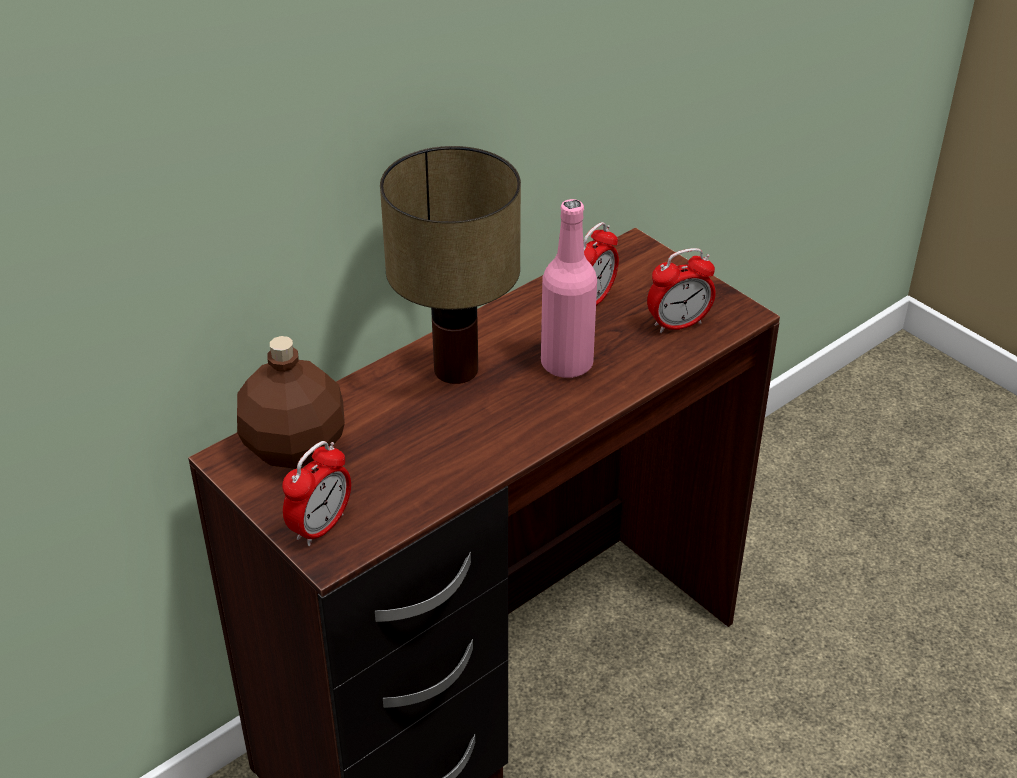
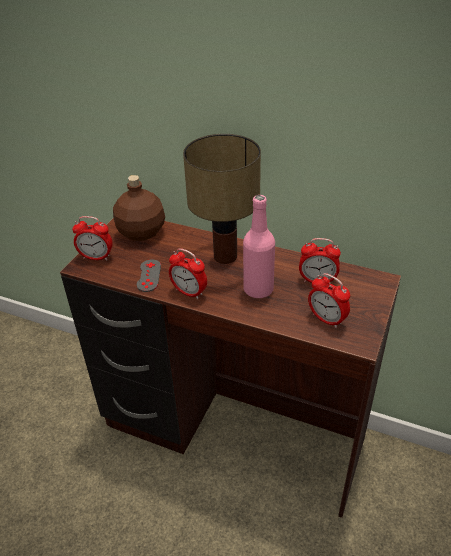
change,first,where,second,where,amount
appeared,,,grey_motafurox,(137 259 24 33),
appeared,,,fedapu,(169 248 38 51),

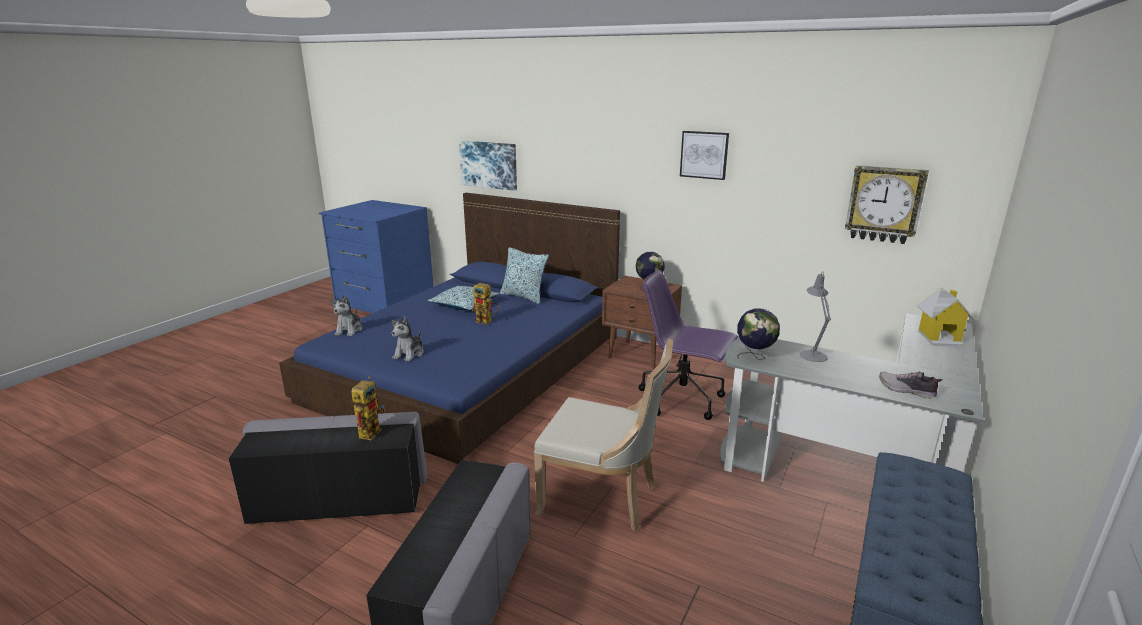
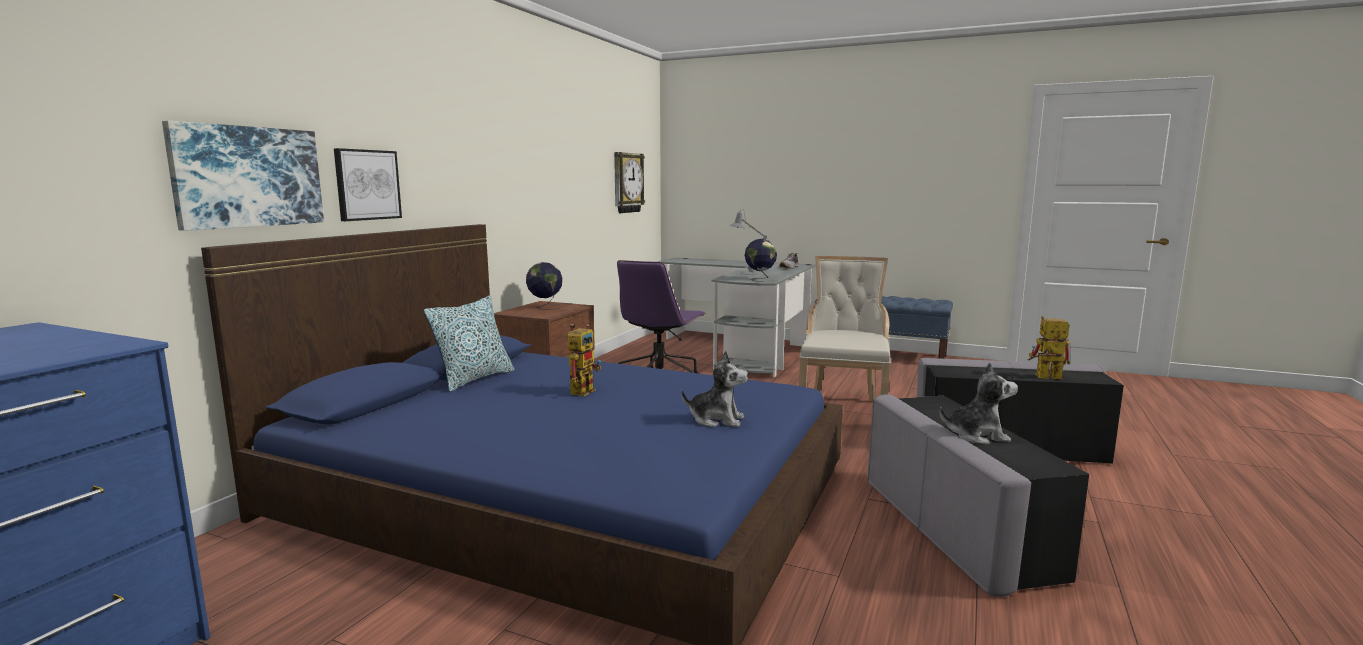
change,first,where,second,where,amount
missing,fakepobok,(427 286 73 24),,,
missing,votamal,(917 287 58 60),,,
relocated,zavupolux,(330 295 33 41),,(940 362 78 83),
relocated,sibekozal,(351 377 34 63),,(1028 316 42 64),
relocated,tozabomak,(680 131 49 49),,(334 148 68 73),

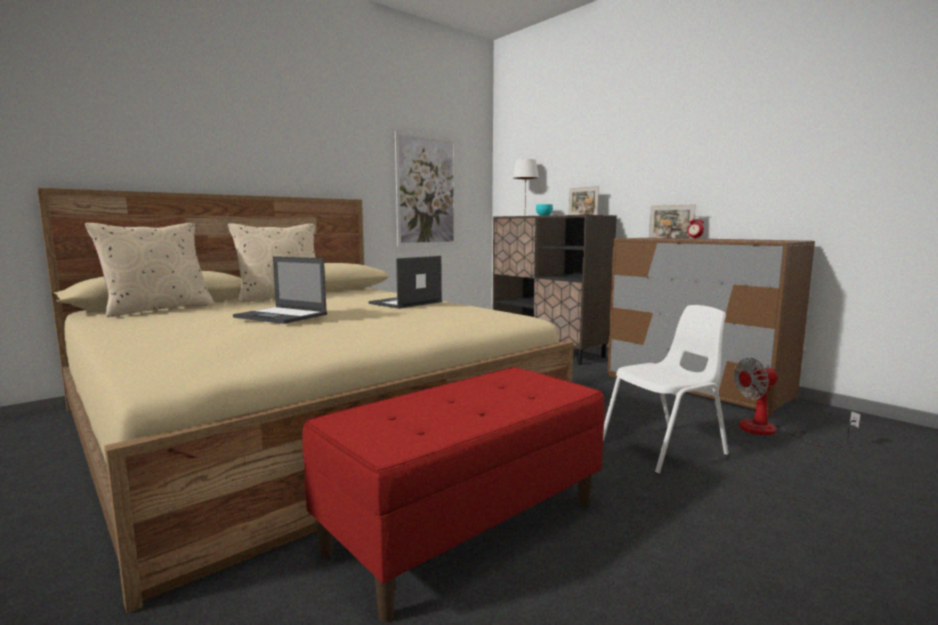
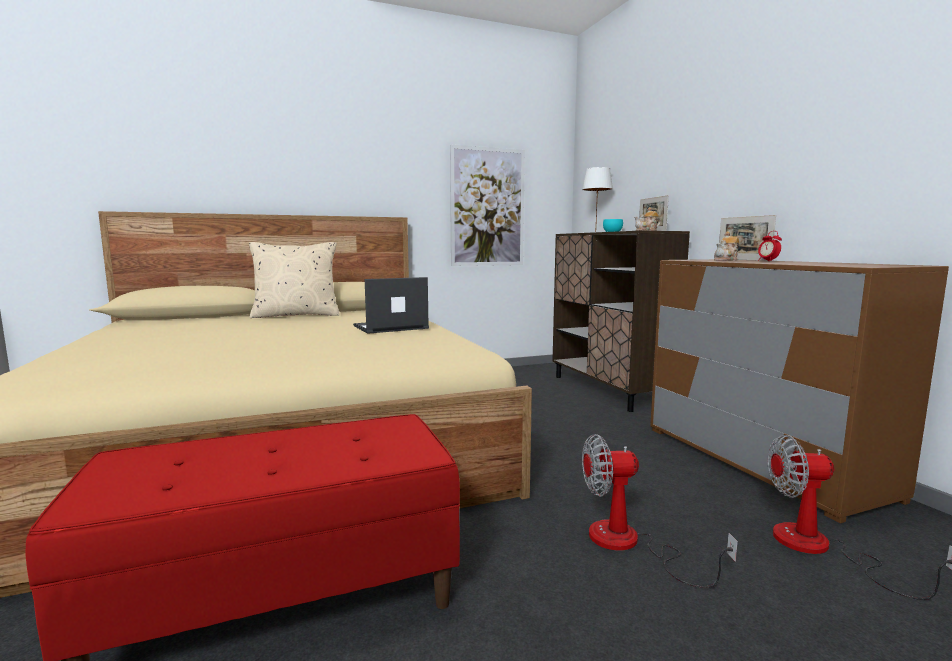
change,first,where,second,where,amount
missing,beige_fakepobok,(85 223 130 94),,,
missing,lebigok,(233 256 94 68),,,
exchanged,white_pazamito,(603 305 126 169),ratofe,(582 434 156 154),

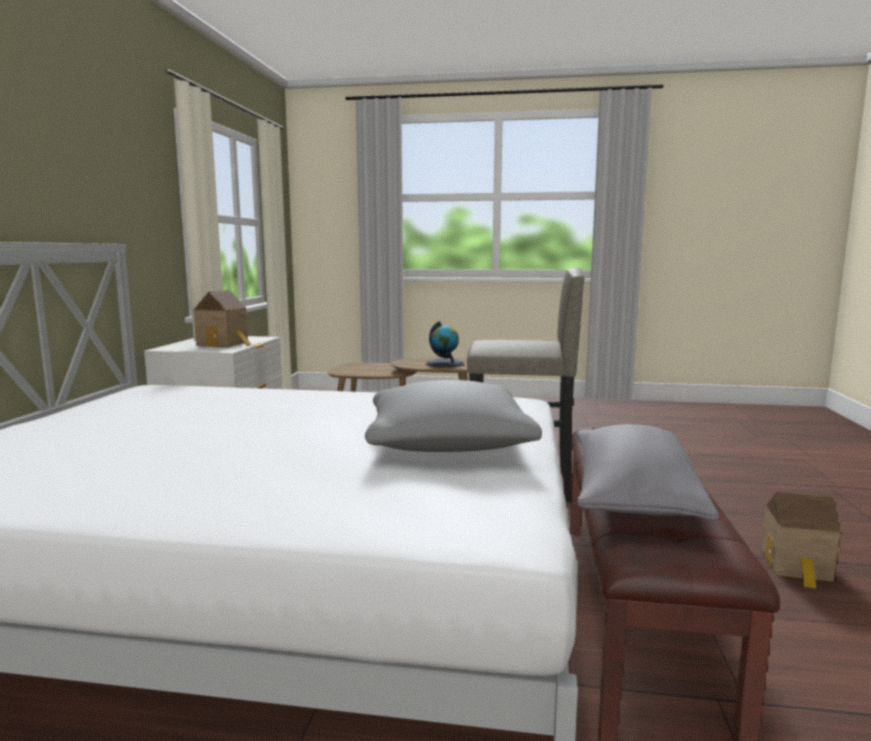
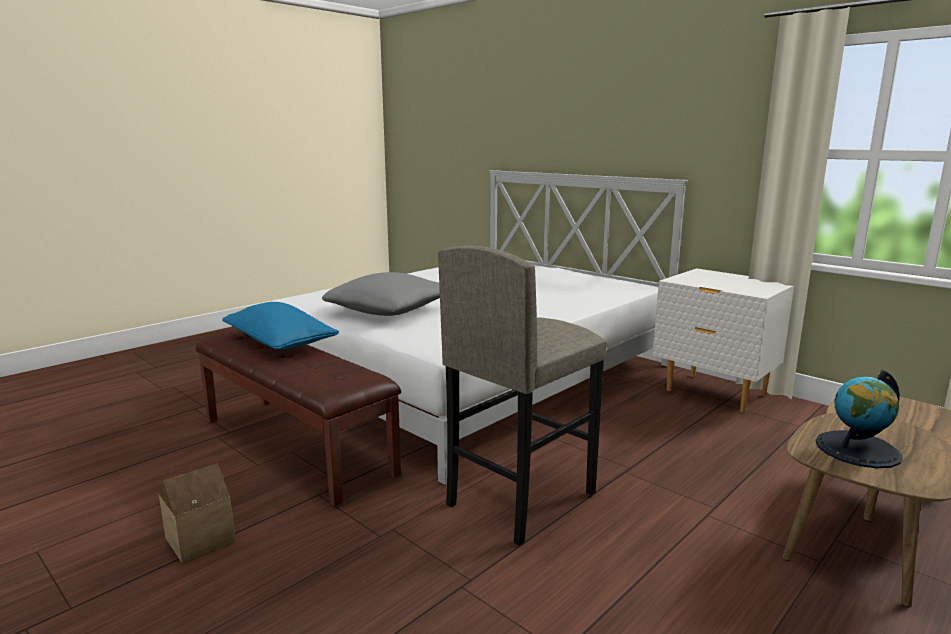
change,first,where,second,where,amount
missing,votamal,(194 290 57 57),,,
colour,grey_fakepobok,(577 424 142 97),blue_fakepobok,(222 302 117 48),

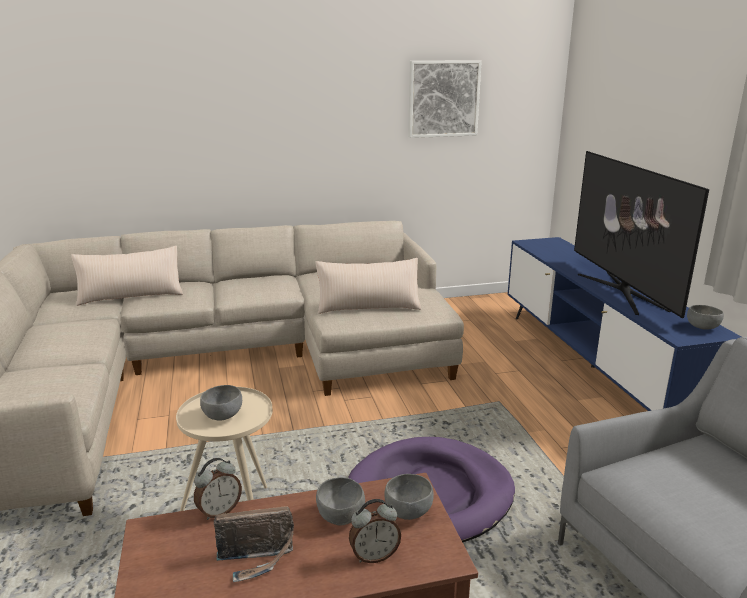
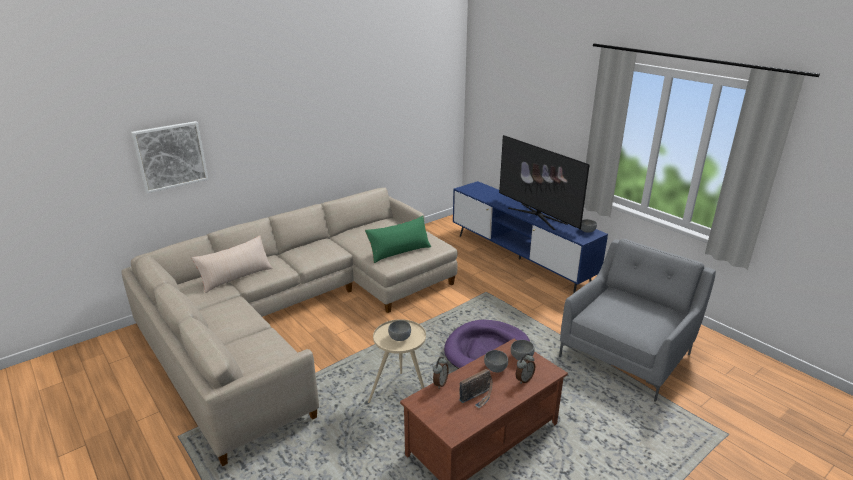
change,first,where,second,where,amount
relocated,tozabomak,(408 60 74 78),,(131 121 77 72),
colour,beige_fakepobok,(315 258 106 56),green_fakepobok,(365 216 66 47),

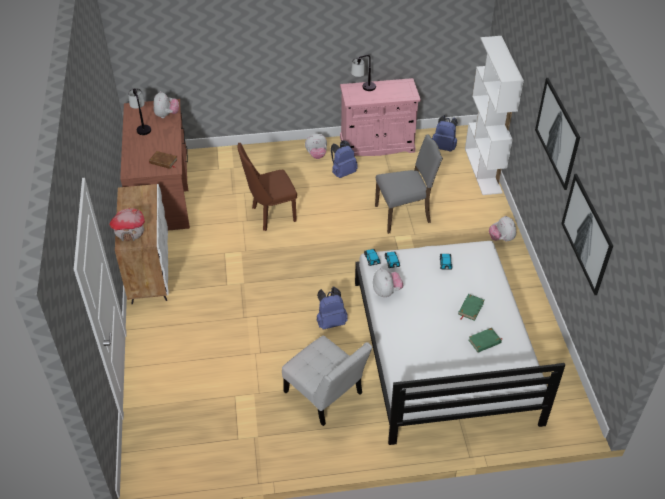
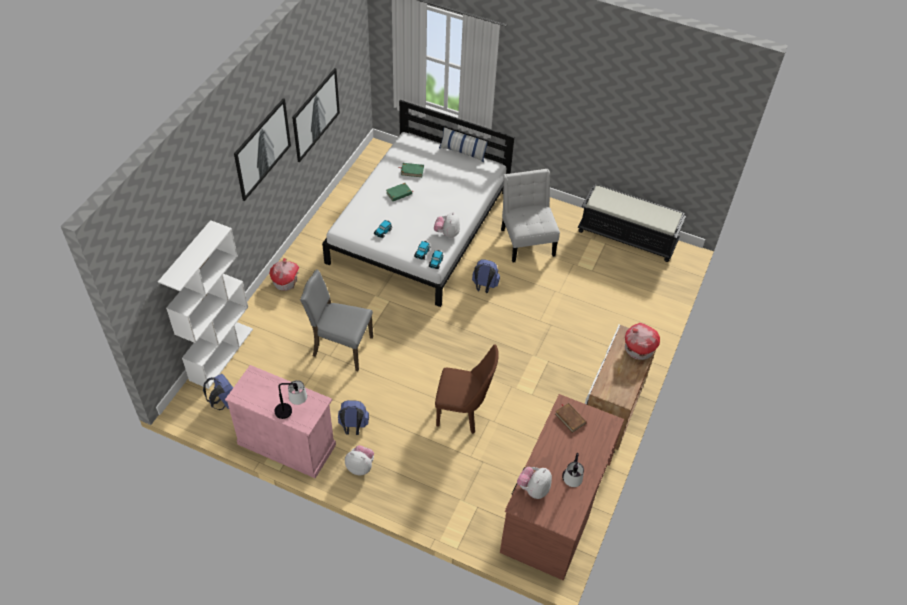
change,first,where,second,where,amount
appeared,,,fakepobok,(439 127 50 35),
appeared,,,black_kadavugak,(578 184 108 78),
exchanged,zavupolux,(489 216 27 26),votamal,(269 258 30 33),

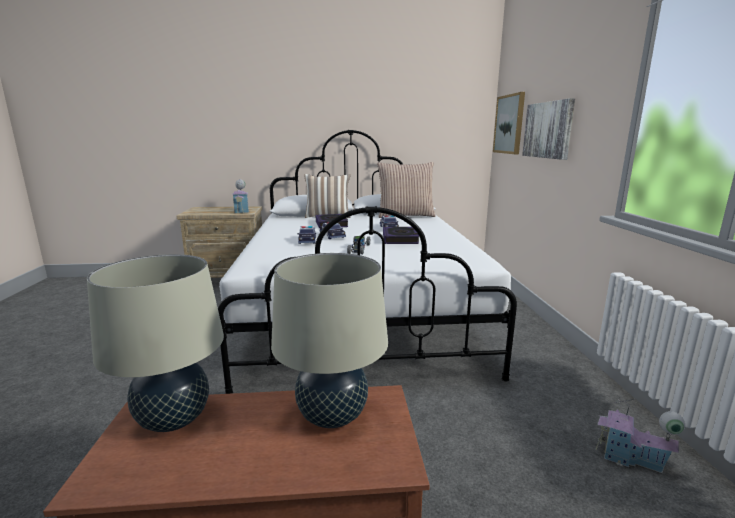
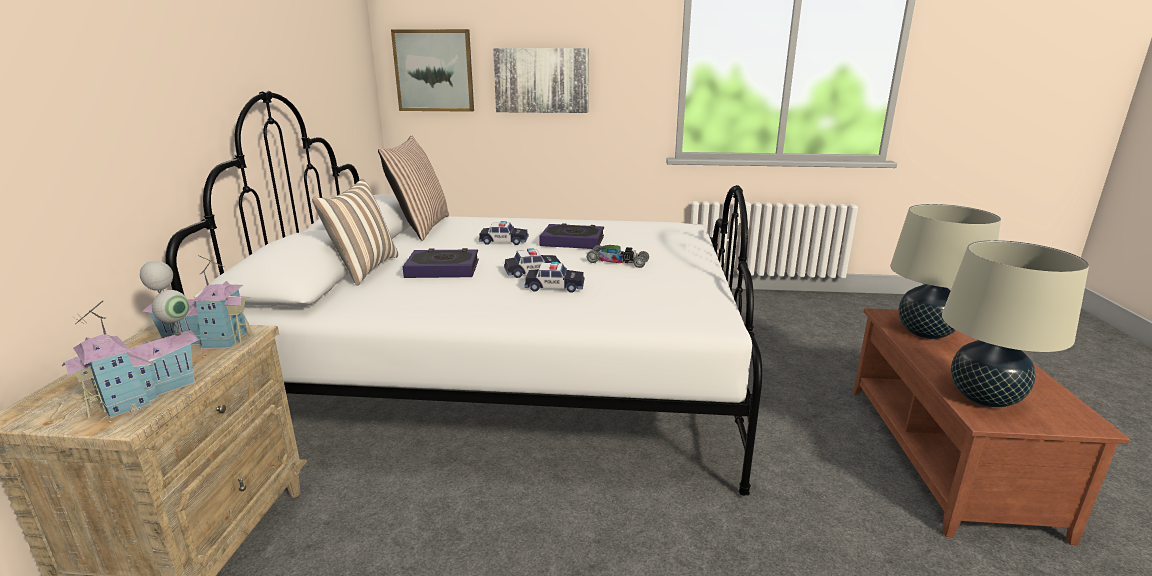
change,first,where,second,where,amount
relocated,votamal,(595 398 90 75),,(61 290 138 129),

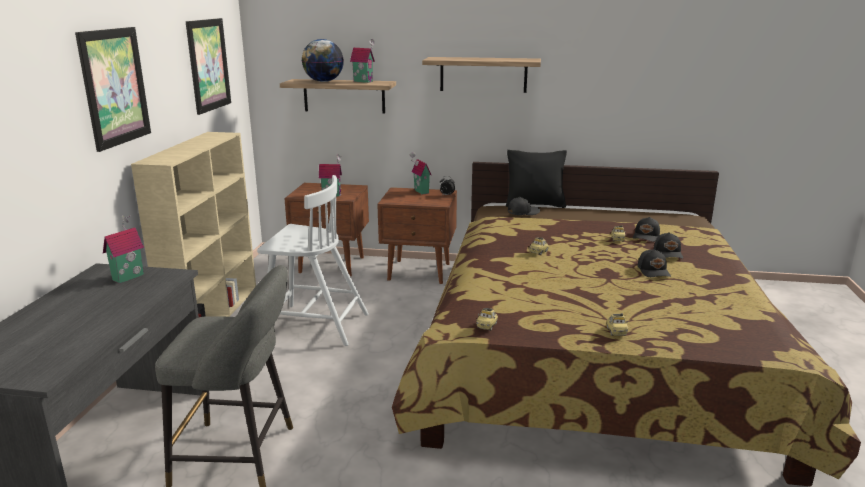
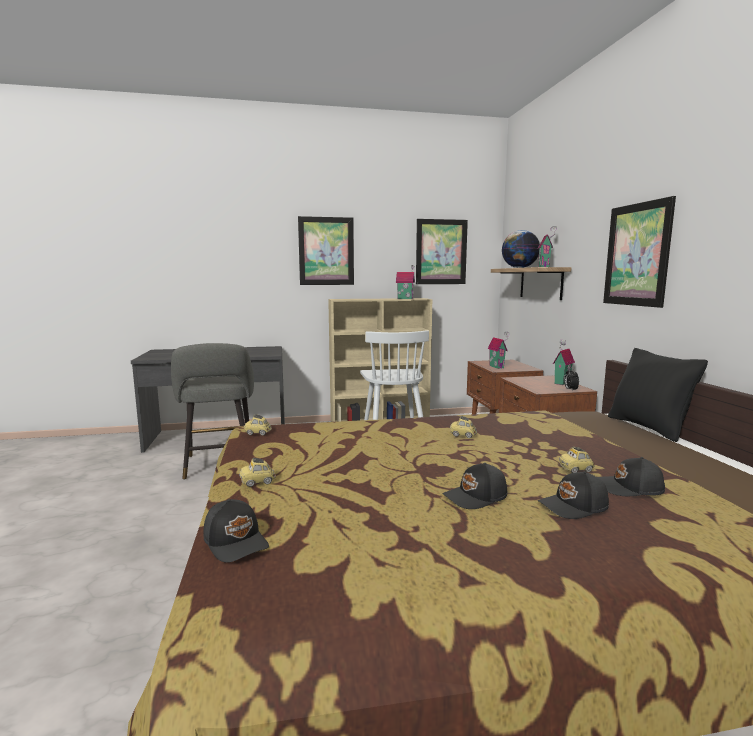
change,first,where,second,where,amount
relocated,votamal,(103 215 41 68),,(396 265 19 34),
relocated,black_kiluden,(508 197 32 18),,(203 499 66 64),
exchanged,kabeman,(422 57 119 36),tozabomak,(603 196 73 112),

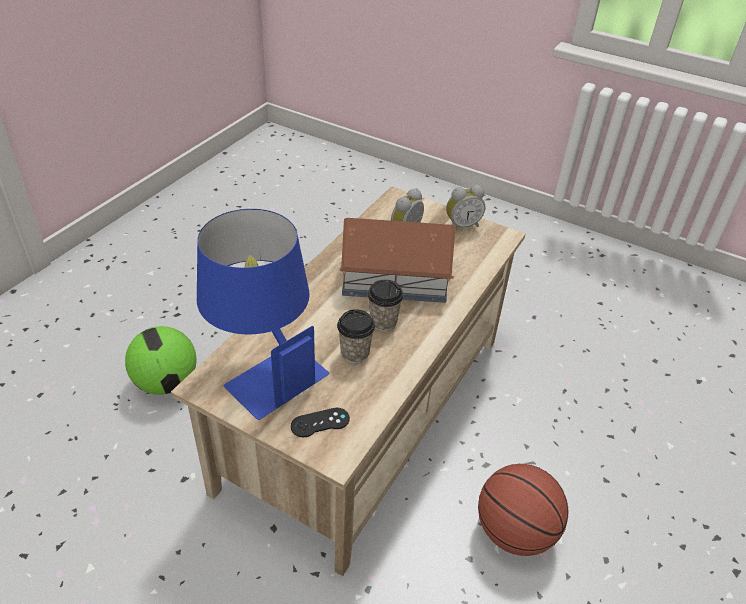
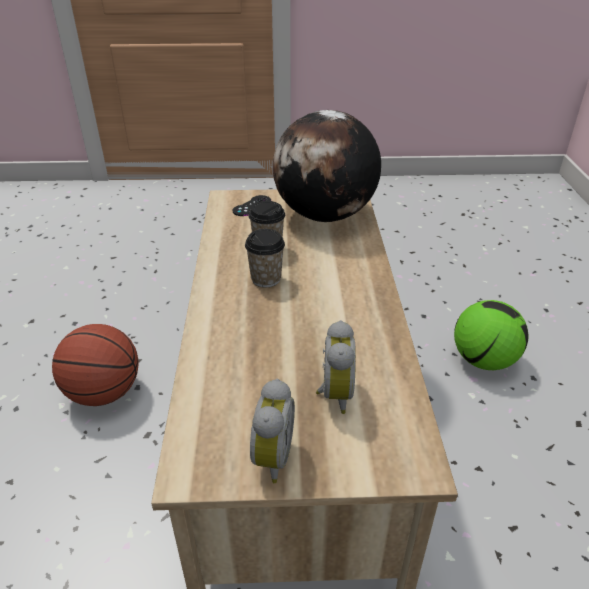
change,first,where,second,where,amount
missing,votamal,(340 218 116 85),,,
exchanged,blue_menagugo,(197 209 132 211),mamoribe,(273 110 108 112),
spun,fedapu,(446 185 40 42),,(250 379 45 104),150 degrees clockwise

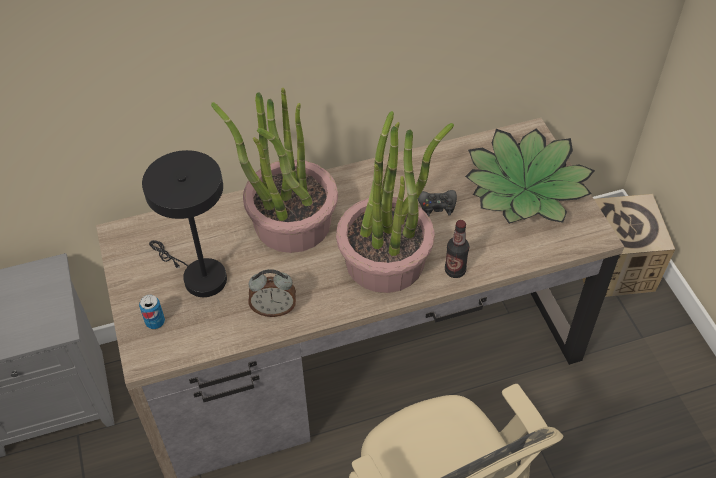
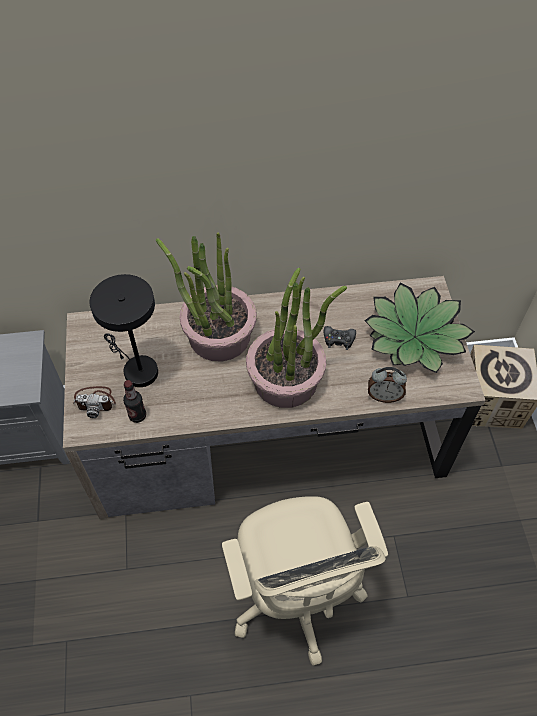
change,first,where,second,where,amount
relocated,fedapu,(248 269 48 48),,(368 367 39 36),
relocated,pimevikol,(445 220 25 58),,(123 380 23 43),
exchanged,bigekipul,(139 295 26 34),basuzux,(73 386 43 32),

